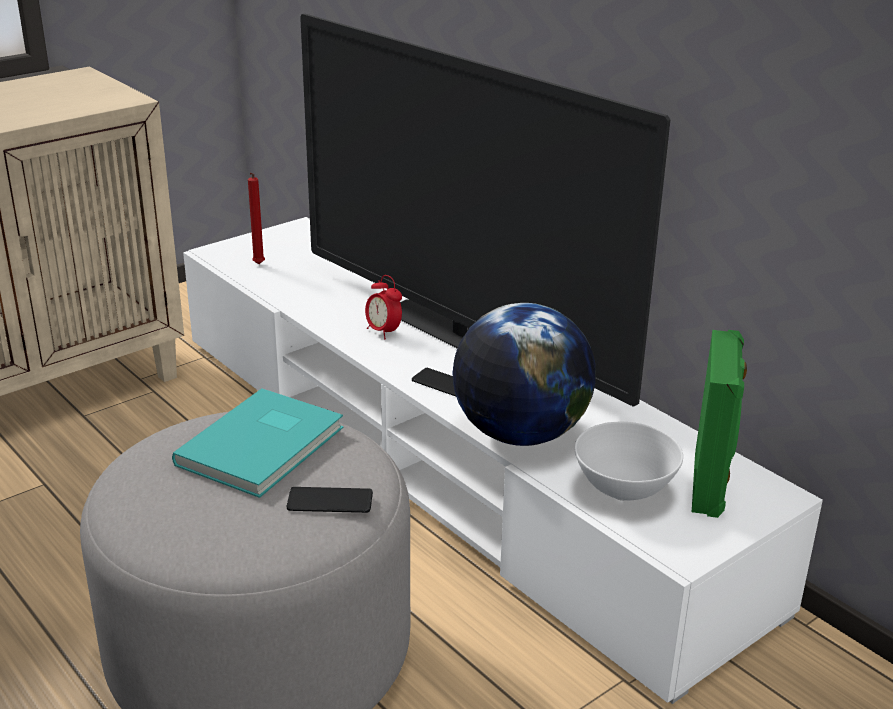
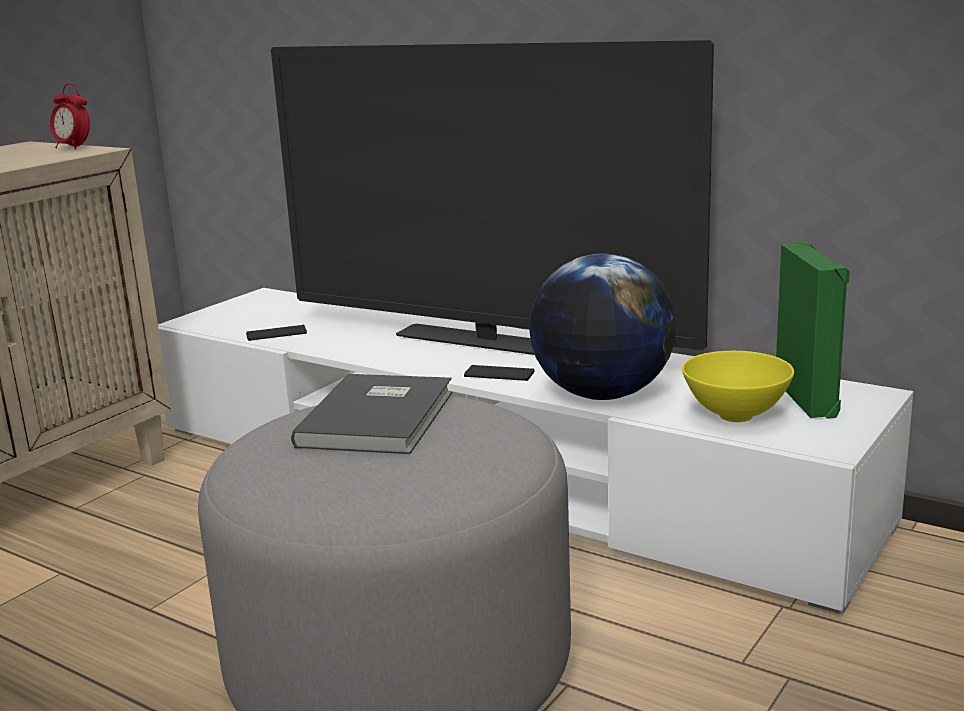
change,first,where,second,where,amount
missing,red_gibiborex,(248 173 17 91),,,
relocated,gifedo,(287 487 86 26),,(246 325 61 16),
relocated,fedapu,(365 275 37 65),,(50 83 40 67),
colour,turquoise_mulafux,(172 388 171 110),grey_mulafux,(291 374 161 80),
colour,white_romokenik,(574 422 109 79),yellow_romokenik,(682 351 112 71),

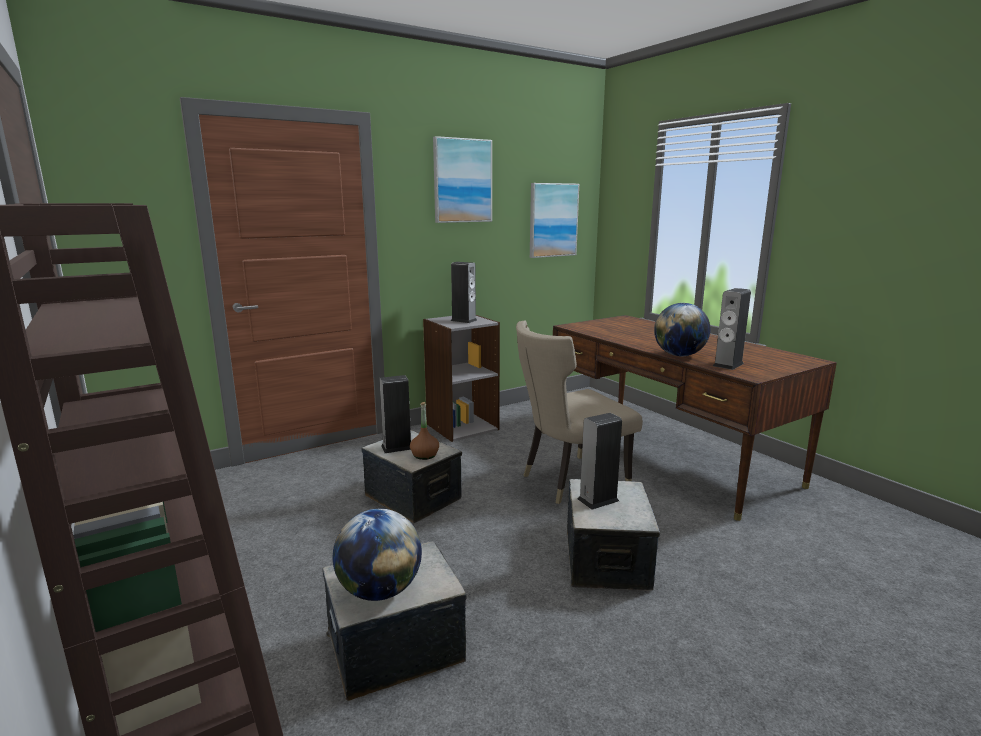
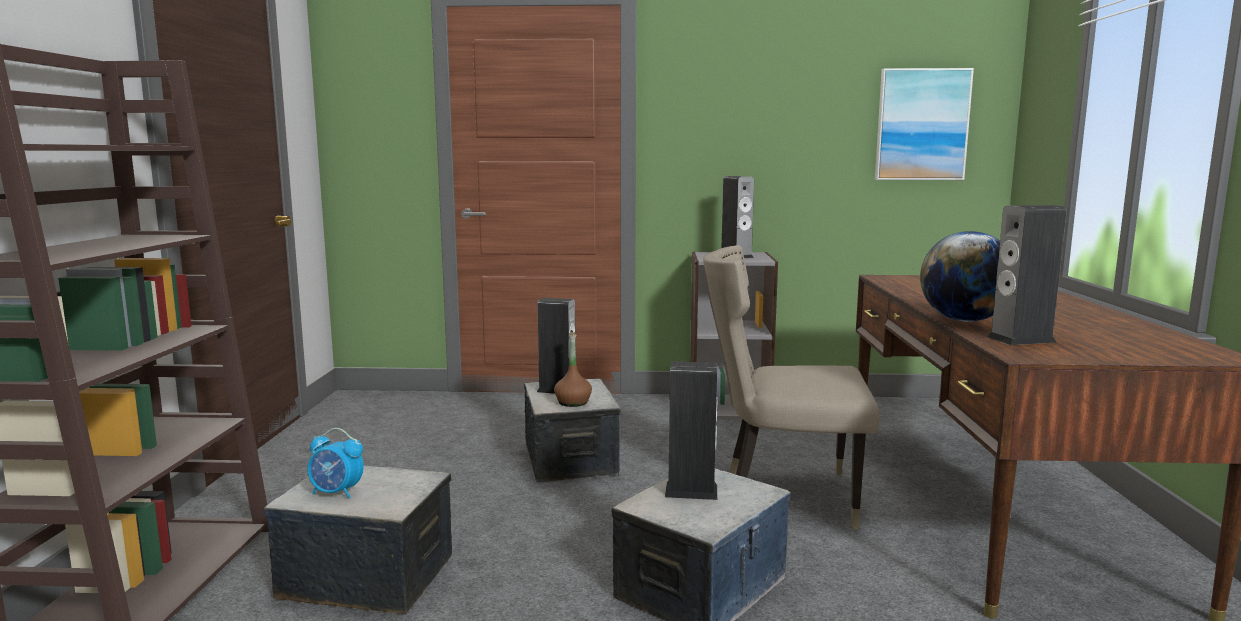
change,first,where,second,where,amount
missing,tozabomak,(433 136 59 87),,,
exchanged,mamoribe,(333 509 89 92),fedapu,(307 428 57 70),

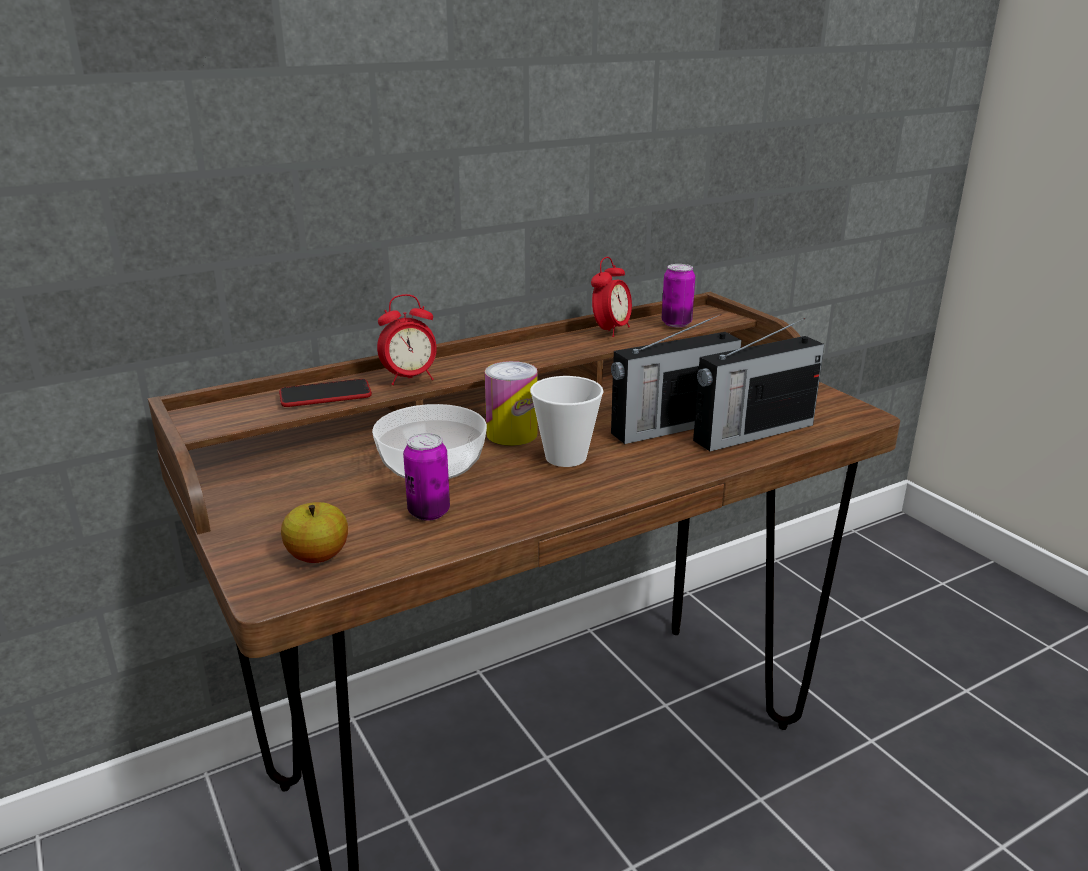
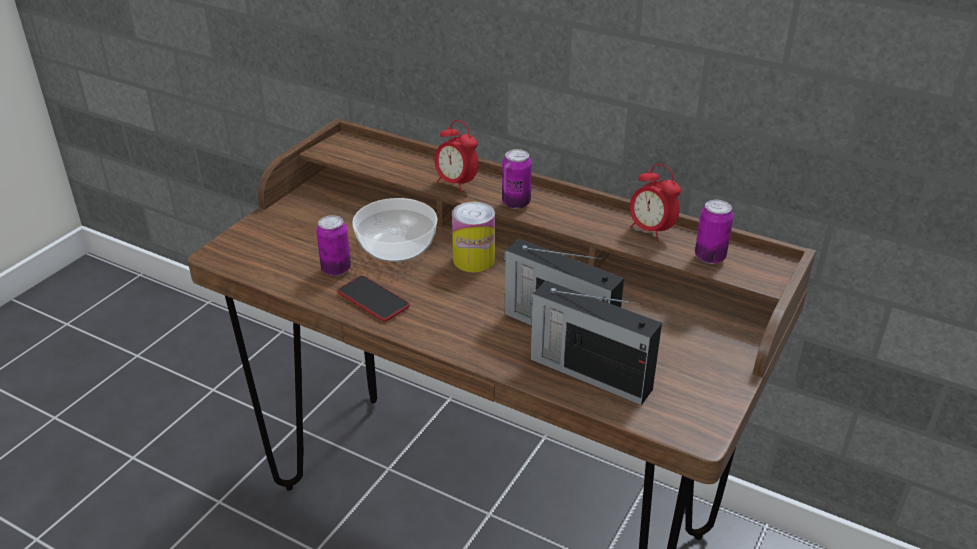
change,first,where,second,where,amount
missing,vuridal,(281 502 67 61),,,
missing,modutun,(530 376 74 91),,,
appeared,,,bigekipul,(502 149 30 60),
relocated,gifedo,(279 379 93 28),,(337 276 73 45),
spun,fedapu,(591 257 41 80),,(630 164 51 77),45 degrees clockwise

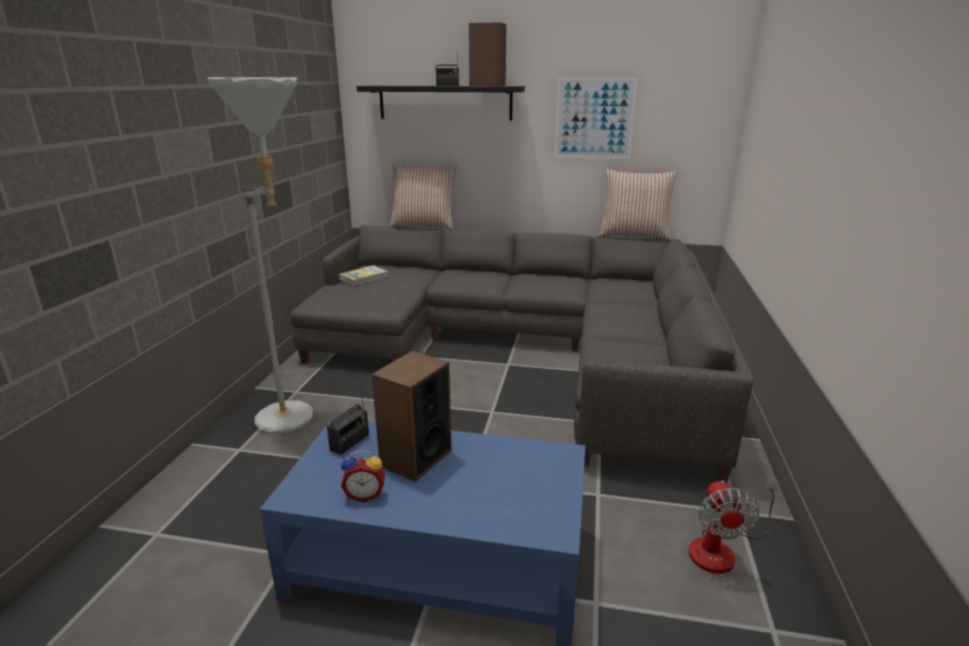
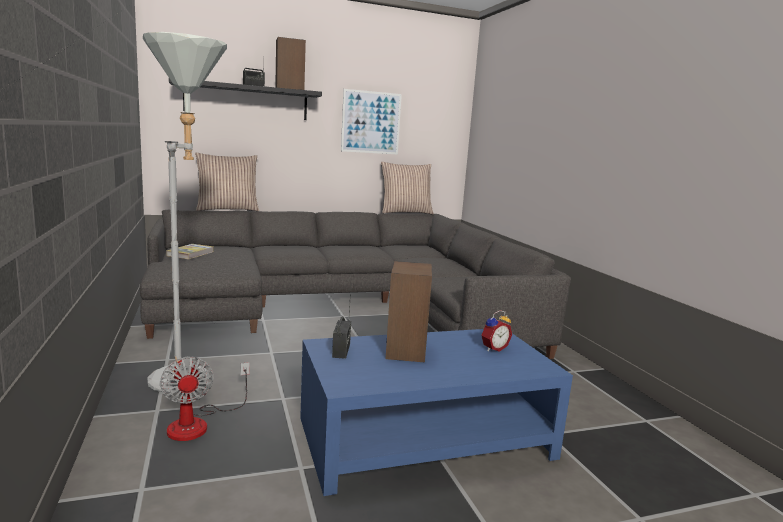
change,first,where,second,where,amount
relocated,fedapu,(341 450 44 52),,(481 310 31 42),
relocated,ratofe,(689 480 89 94),,(160 356 90 85),

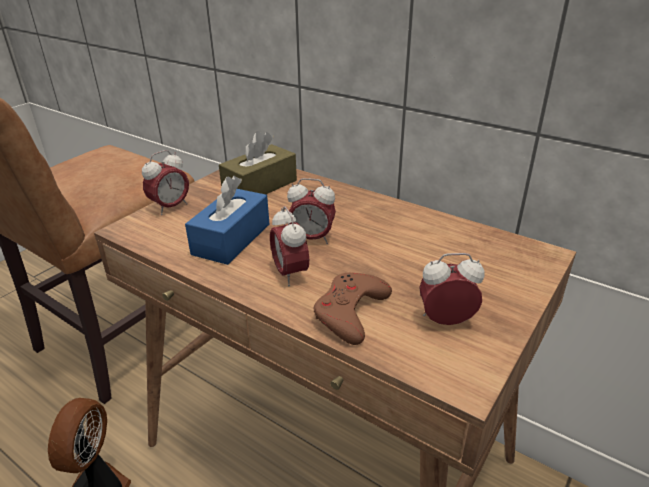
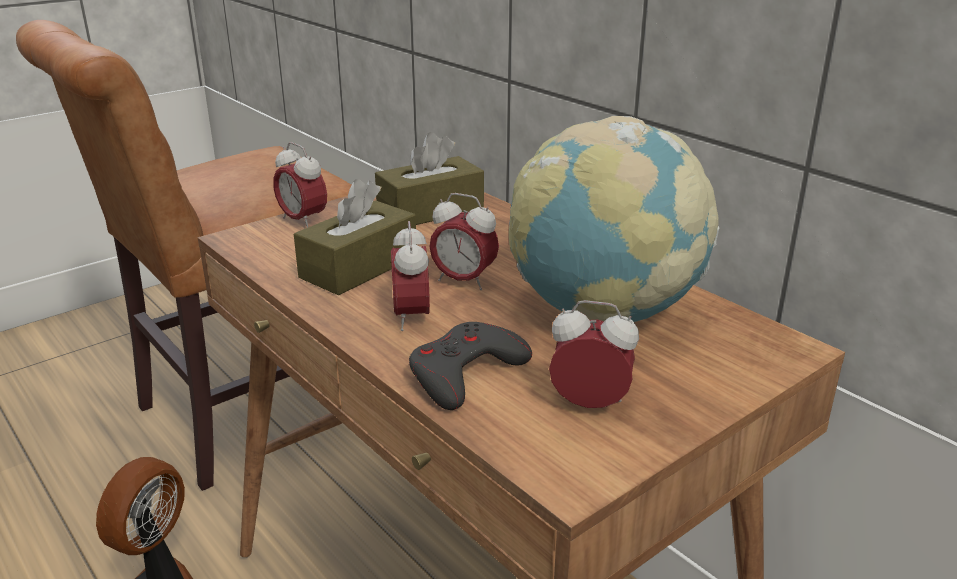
change,first,where,second,where,amount
appeared,,,mamoribe,(509 116 210 206),
colour,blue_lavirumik,(185 176 84 89),brown_lavirumik,(294 179 122 116),
colour,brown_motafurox,(314 273 78 72),grey_motafurox,(409 322 123 88),
spun,fedapu,(142 150 47 65),,(273 142 54 86),75 degrees clockwise

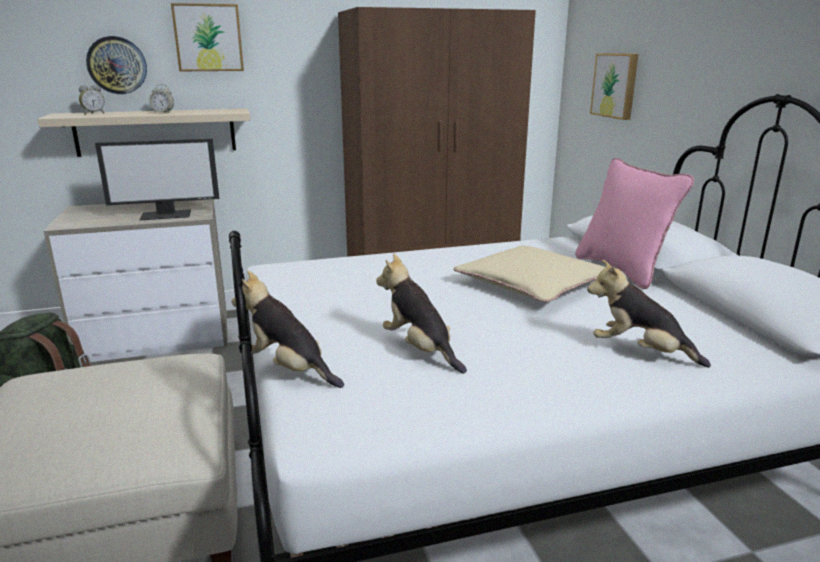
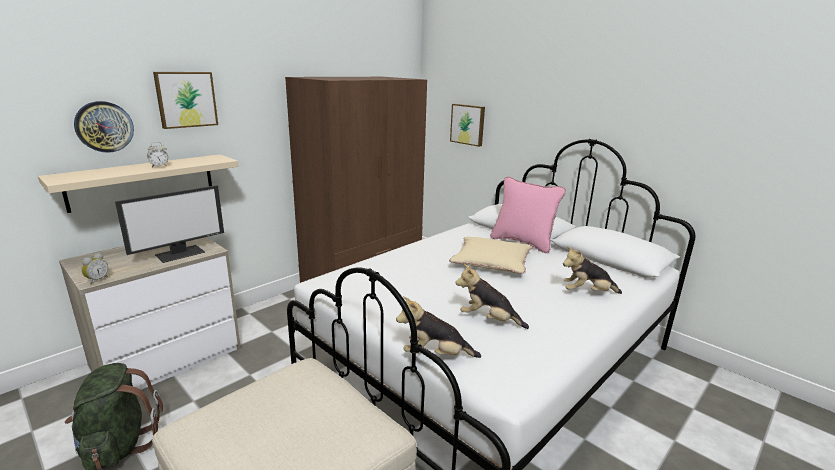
change,first,where,second,where,amount
relocated,fedapu,(79 85 26 30),,(82 253 26 31),

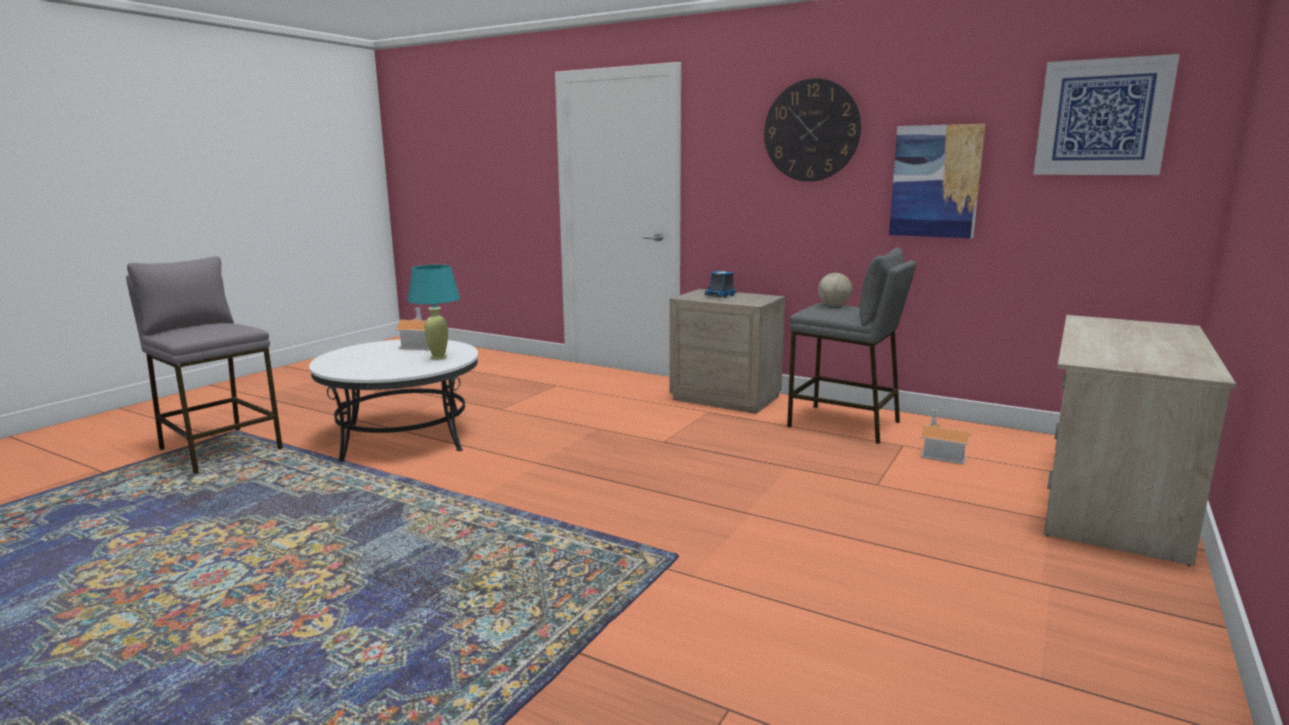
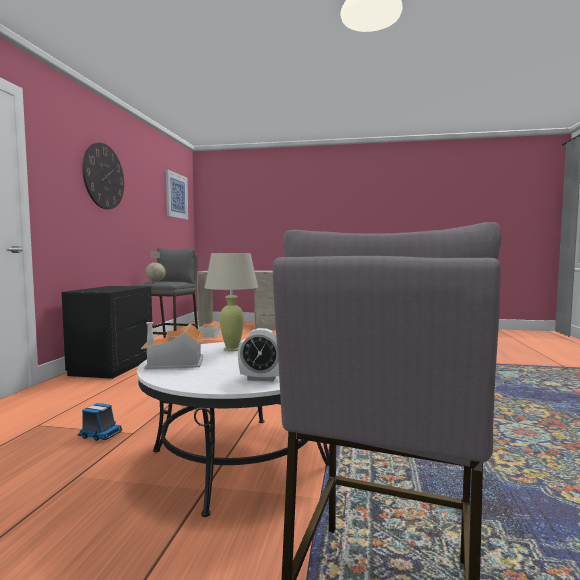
change,first,where,second,where,amount
missing,tozabomak,(889 124 96 115),,,
appeared,,,fedapu,(238 328 41 53),
relocated,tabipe,(704 271 33 27),,(78 403 44 38),
colour,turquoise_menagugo,(407 265 53 94),beige_menagugo,(204 253 54 98),
colour,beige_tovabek,(670 289 115 125),black_tovabek,(61 286 92 93),

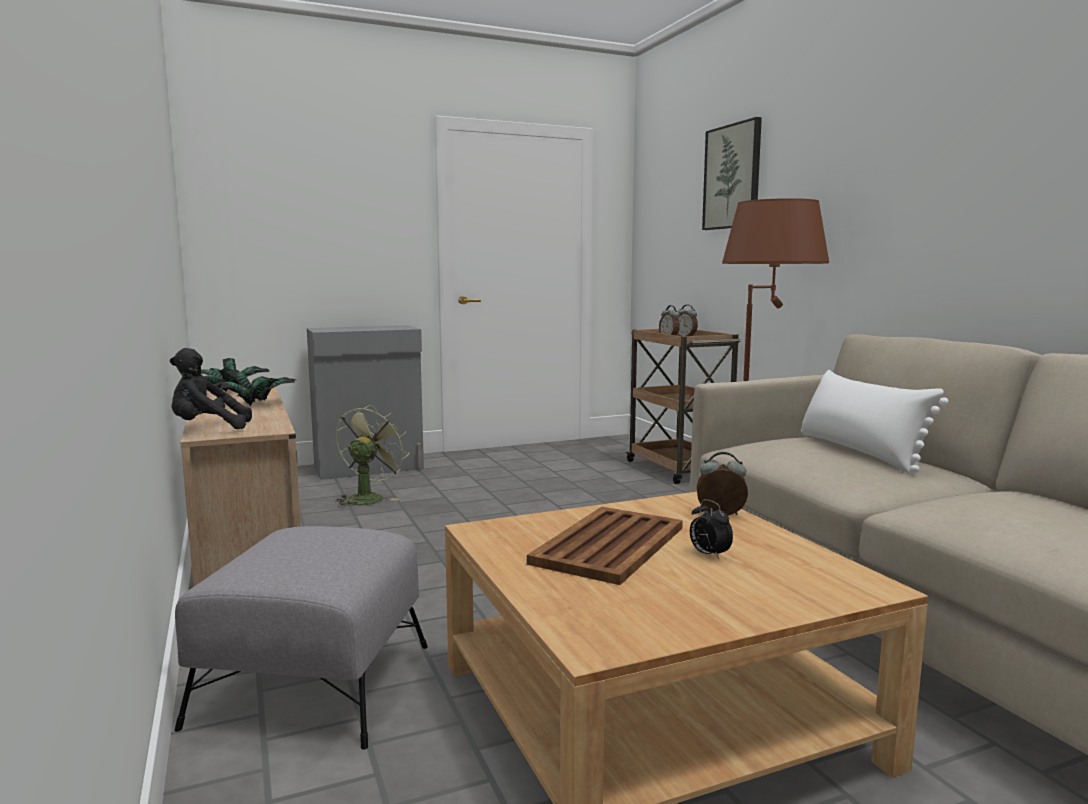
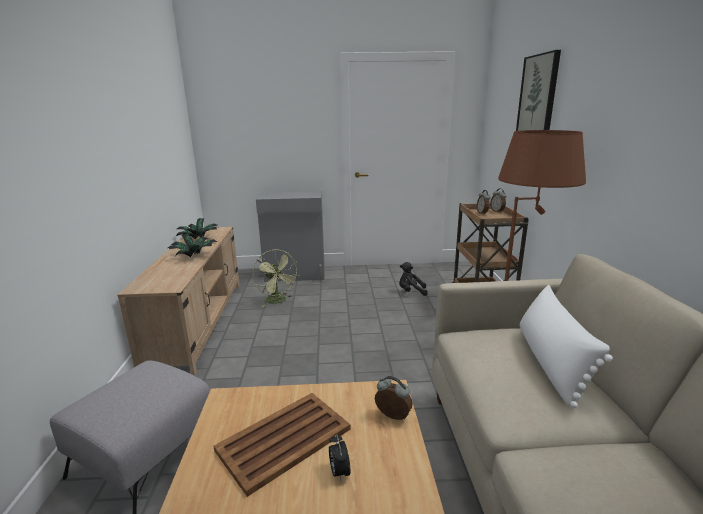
change,first,where,second,where,amount
relocated,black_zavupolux,(170 348 82 81),,(399 262 29 34),
spun,green_ratofe,(335 404 74 103),,(253 249 46 58),105 degrees clockwise

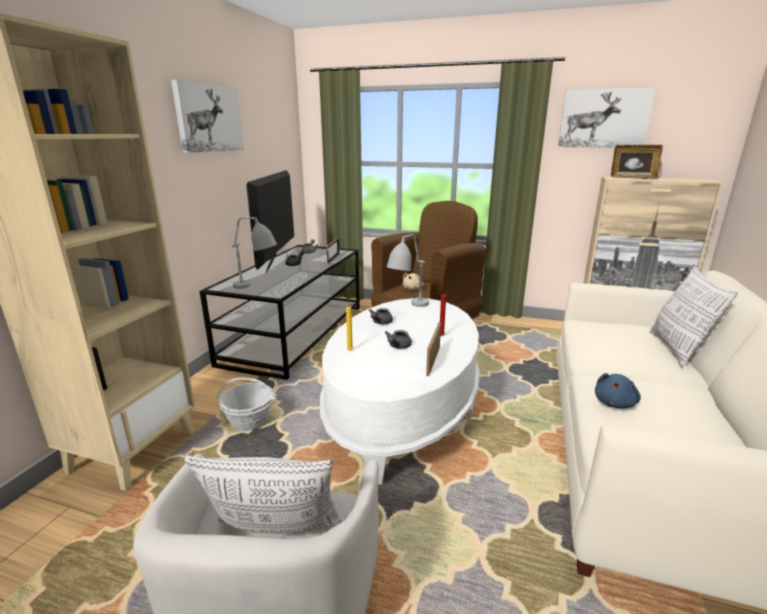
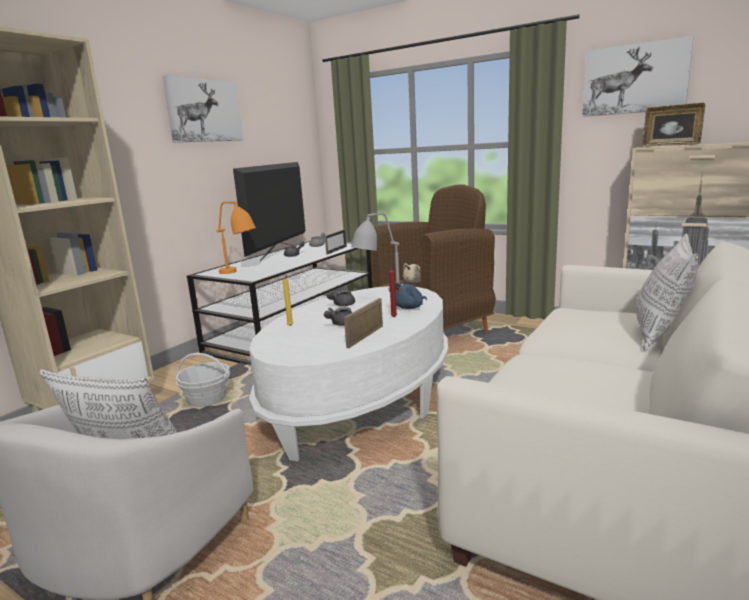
change,first,where,second,where,amount
relocated,blue_zavupolux,(595 373 46 35),,(395 282 32 27),
colour,grey_menagugo,(232 217 45 72),orange_menagugo,(217 201 39 73),

